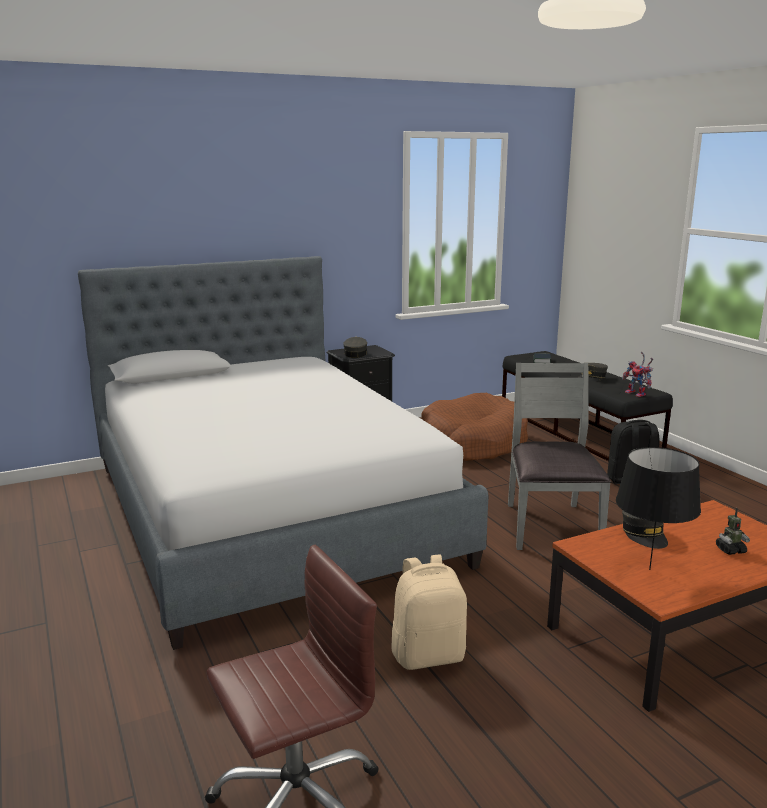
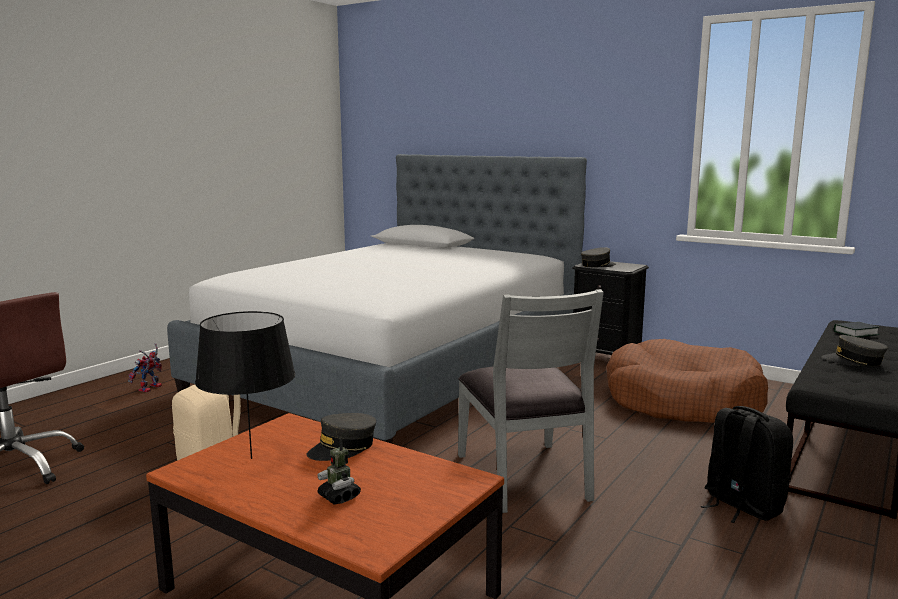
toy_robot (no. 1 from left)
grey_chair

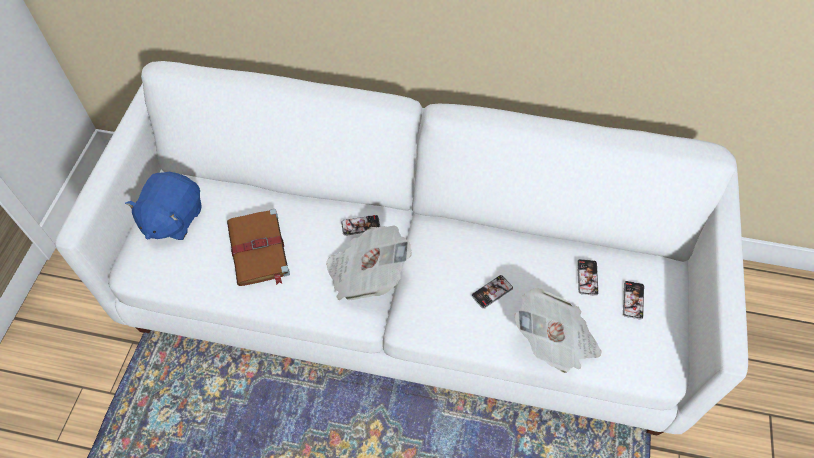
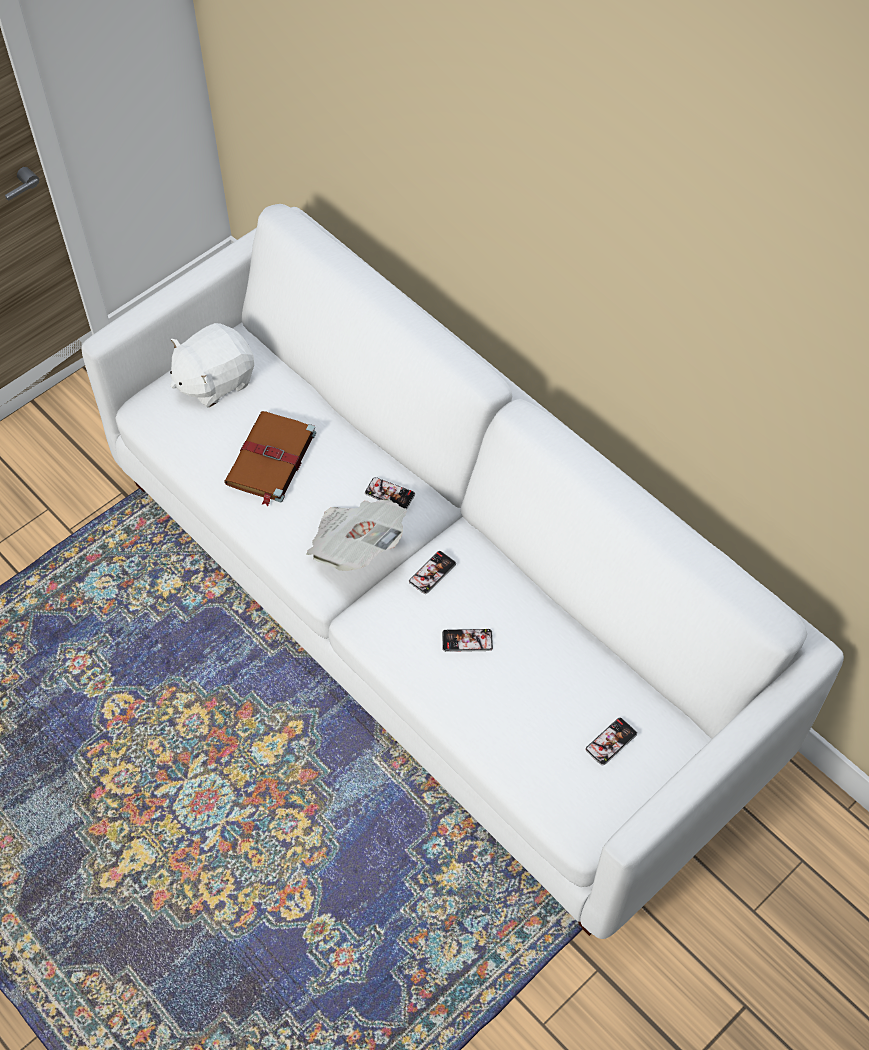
white_plush_toy
phone (no. 2 from left)
newspaper (no. 2 from left in the first image)

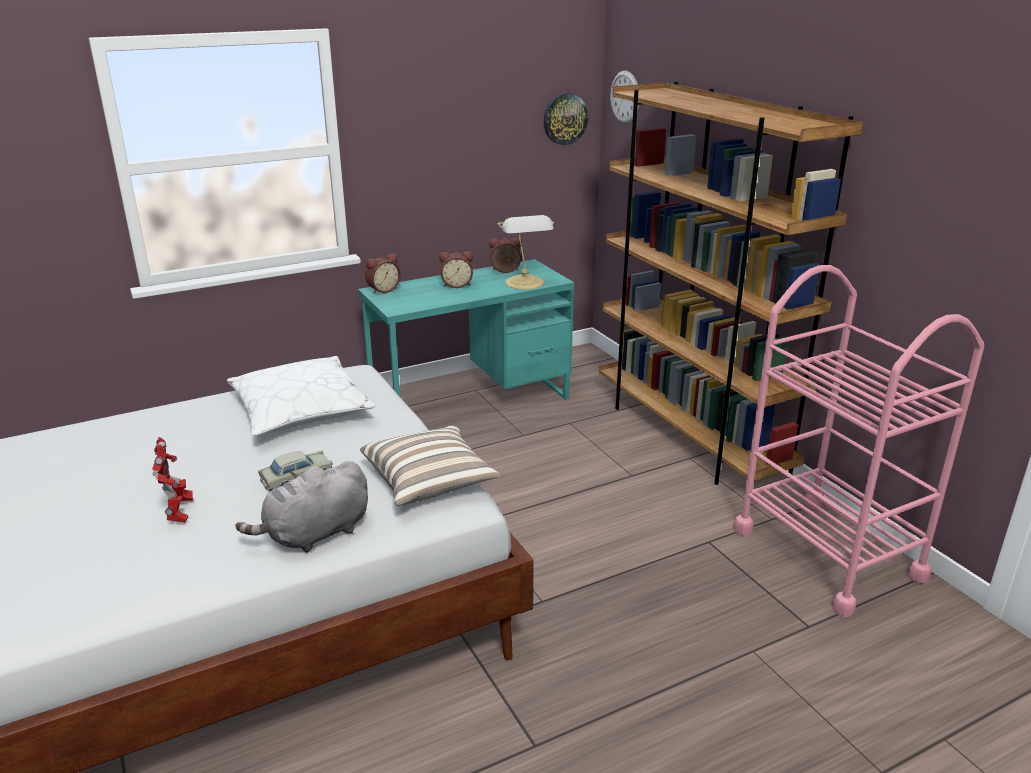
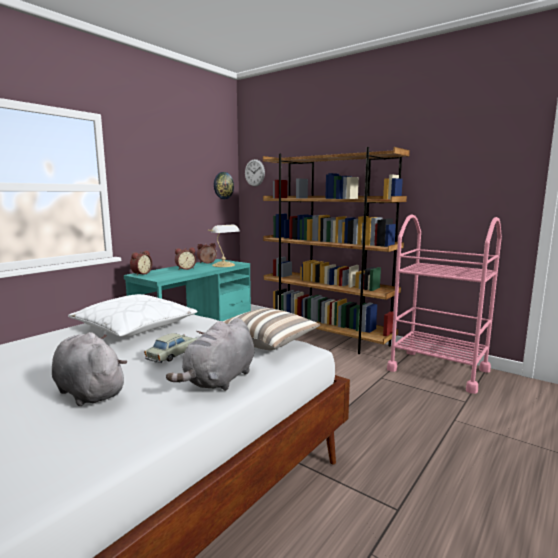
grey_plush_toy (no. 1 from left)

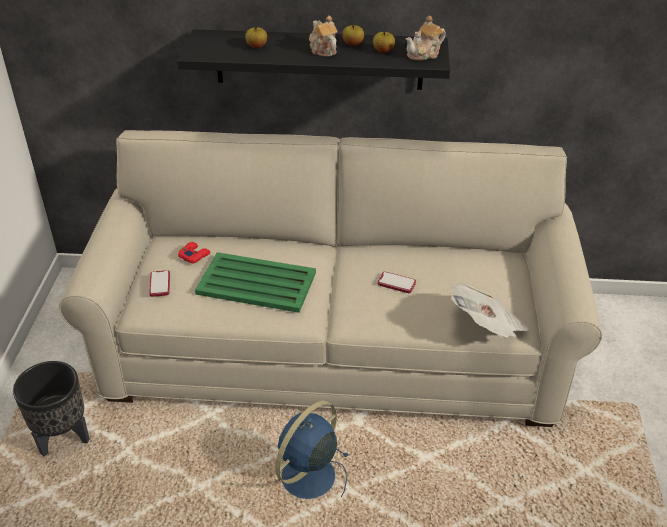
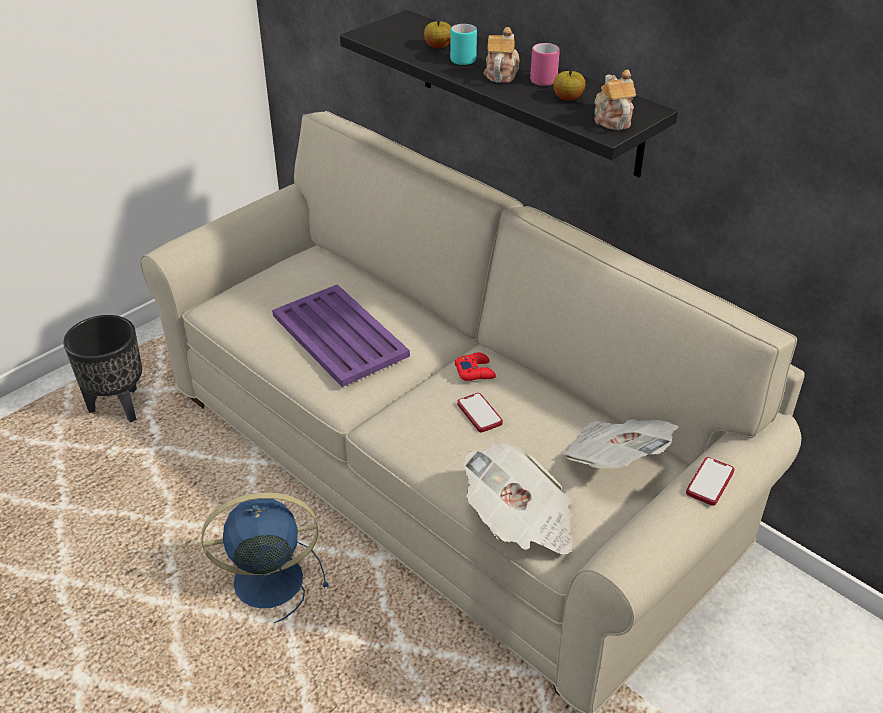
teapot (no. 2 from left)
pink_mug
red_game_controller
purple_tray
phone (no. 2 from left)
turquoise_mug
newspaper (no. 2 from left)

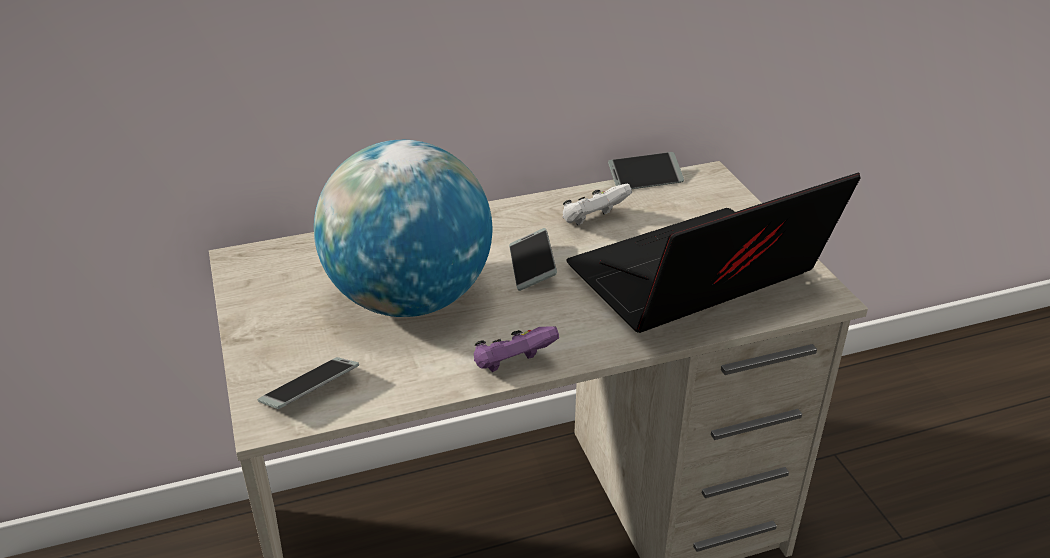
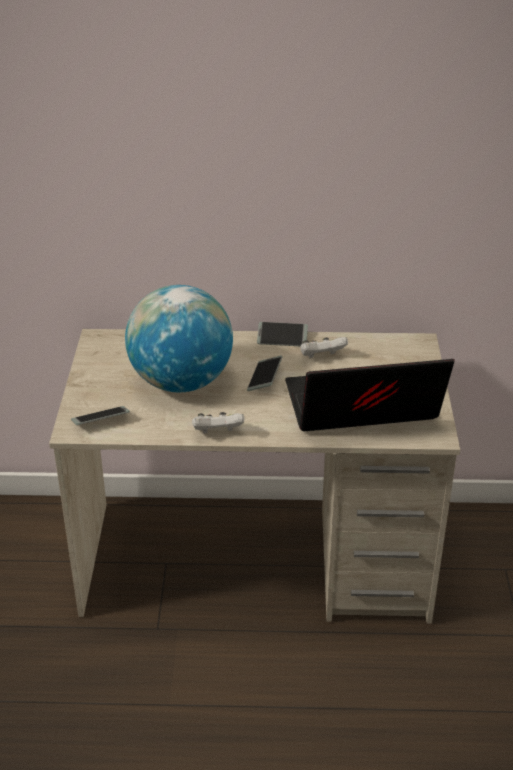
phone (no. 3 from left)
white_game_controller (no. 1 from left)

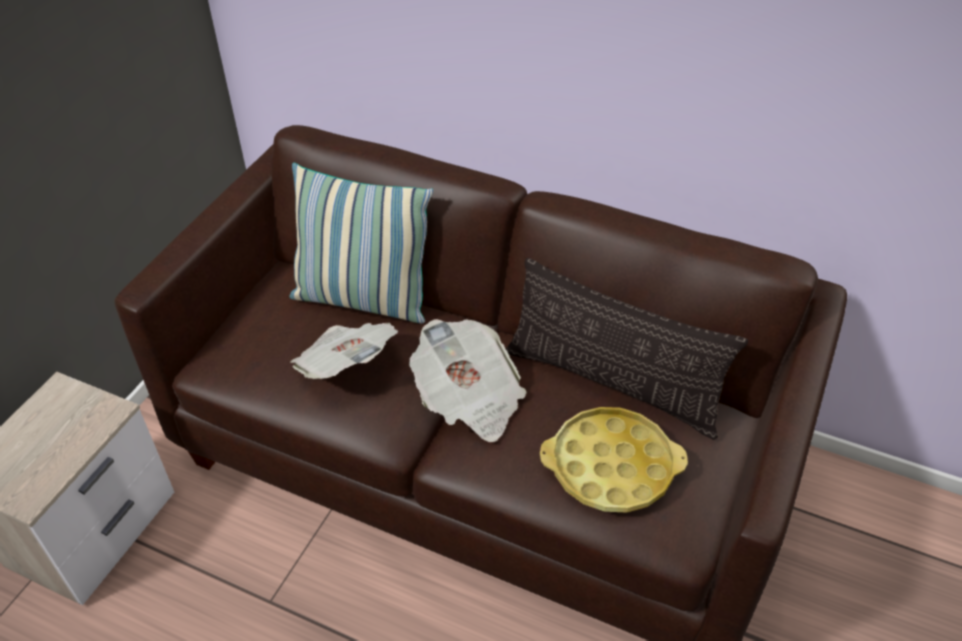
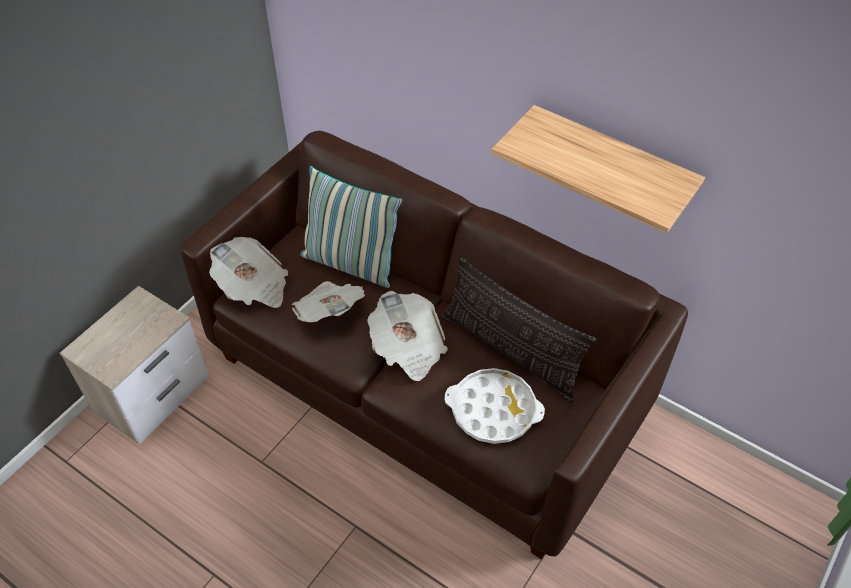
white_tray
shelf
newspaper (no. 1 from left)

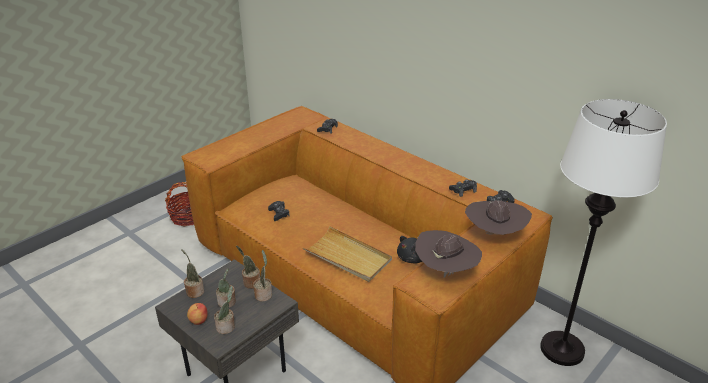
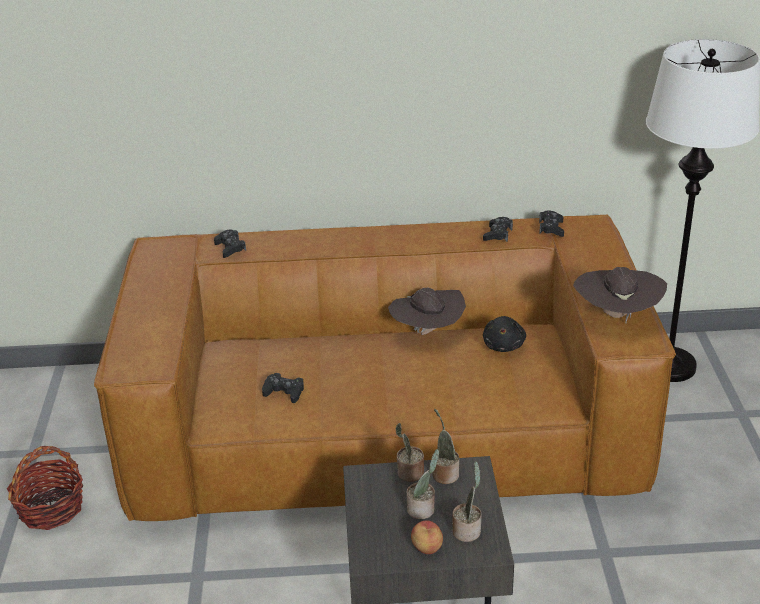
brown_hat (no. 1 from left)
beige_tray
potted_plant (no. 1 from left in the first image)

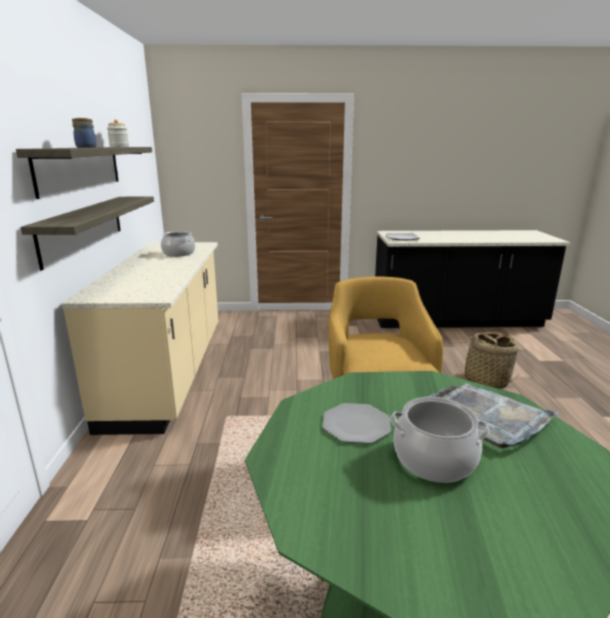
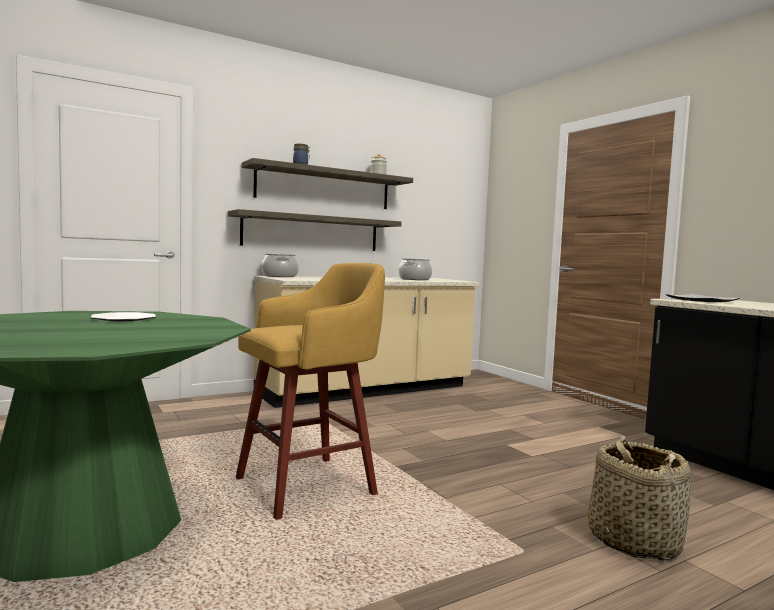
grey_tray
cooking_pot (no. 1 from left)

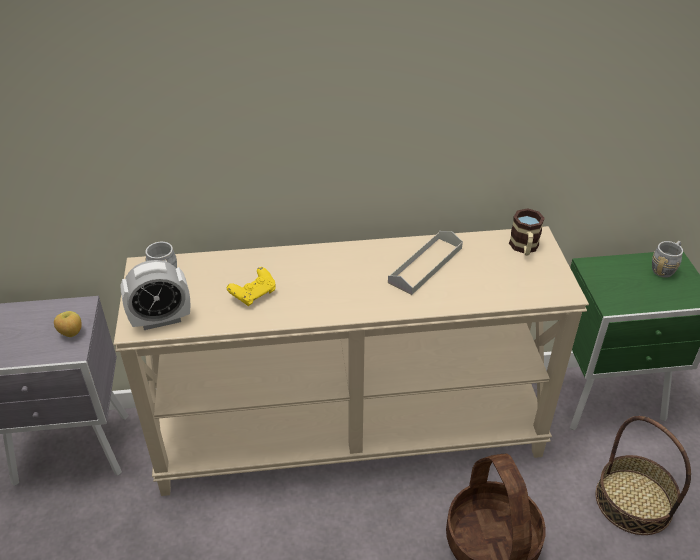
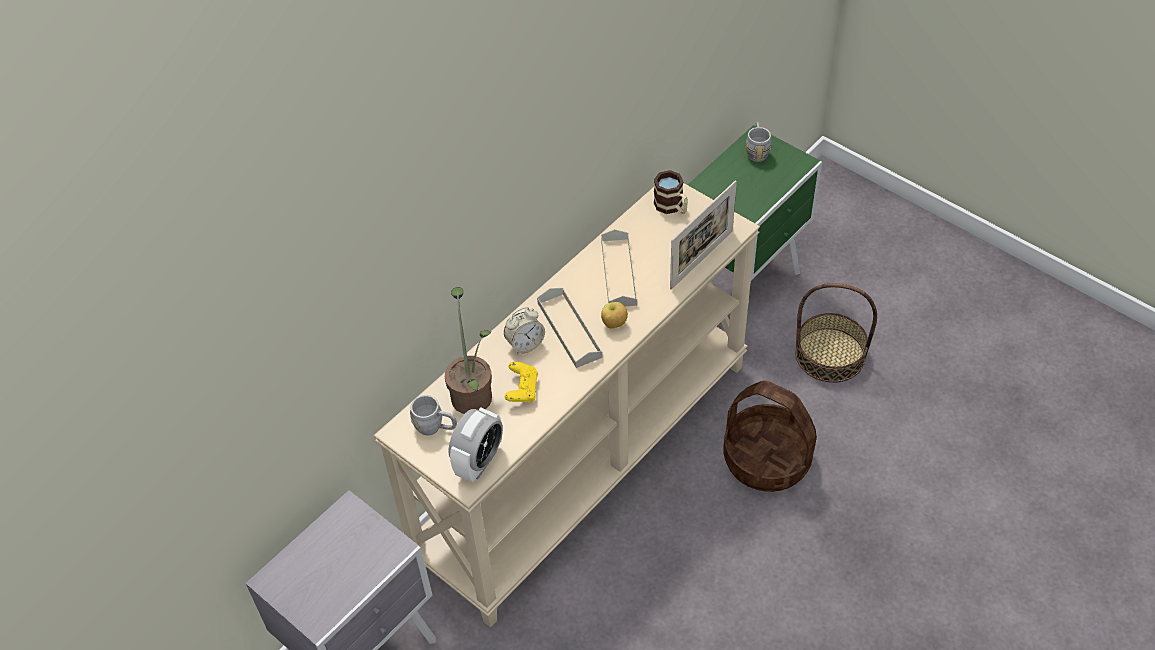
apple
picture_frame
potted_plant
grey_tray (no. 1 from left)
alarm_clock (no. 2 from left)

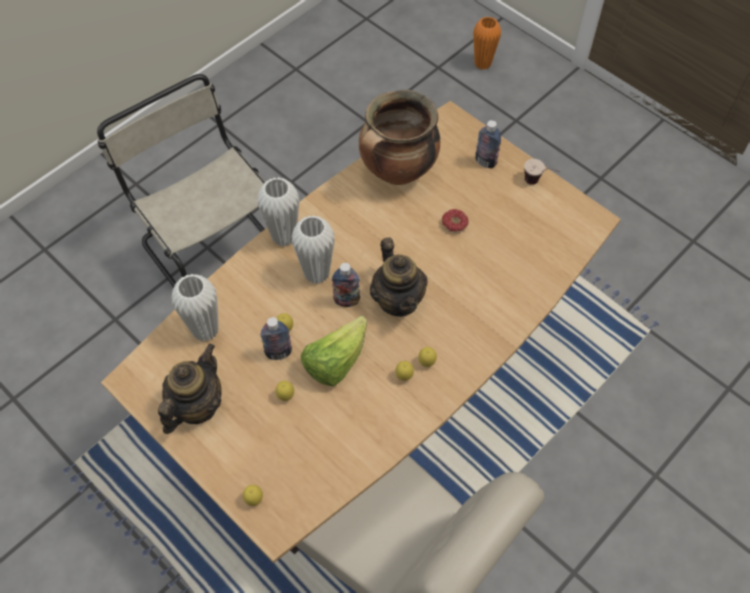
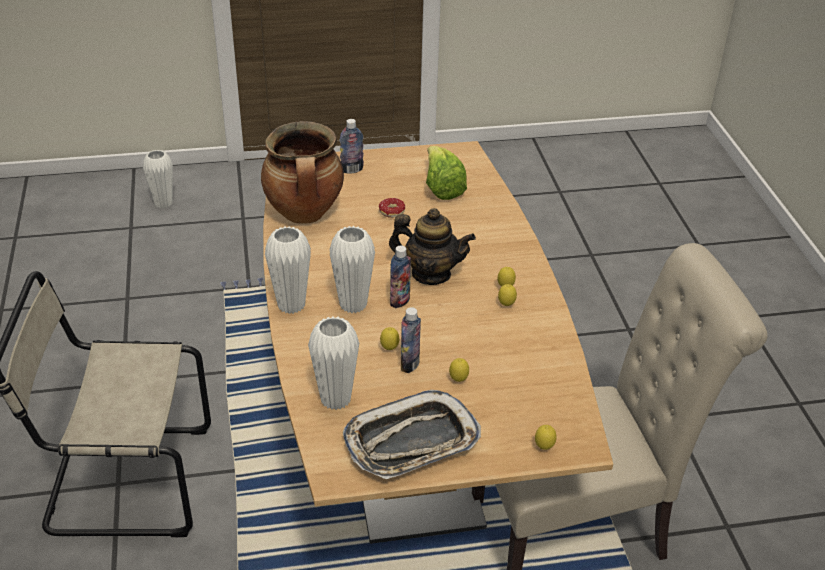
white_vase (no. 1 from left)
cup
lettuce
tray

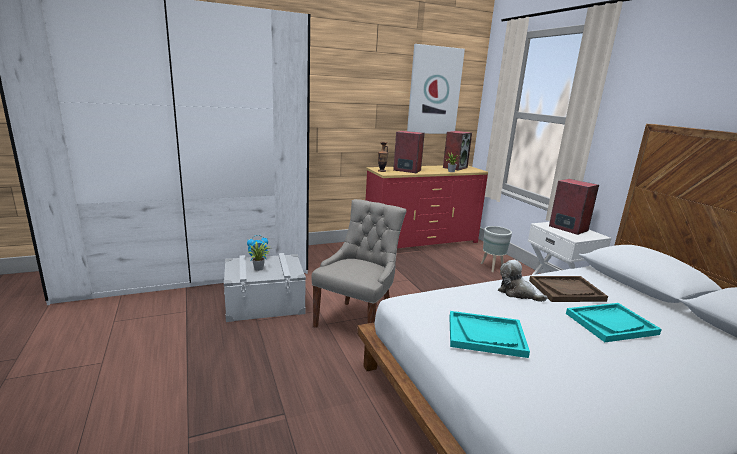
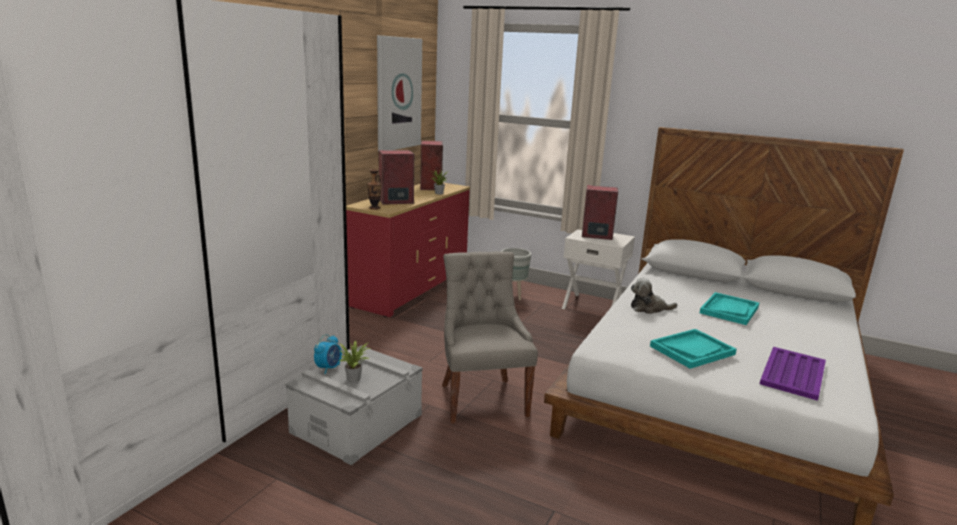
brown_tray
purple_tray

